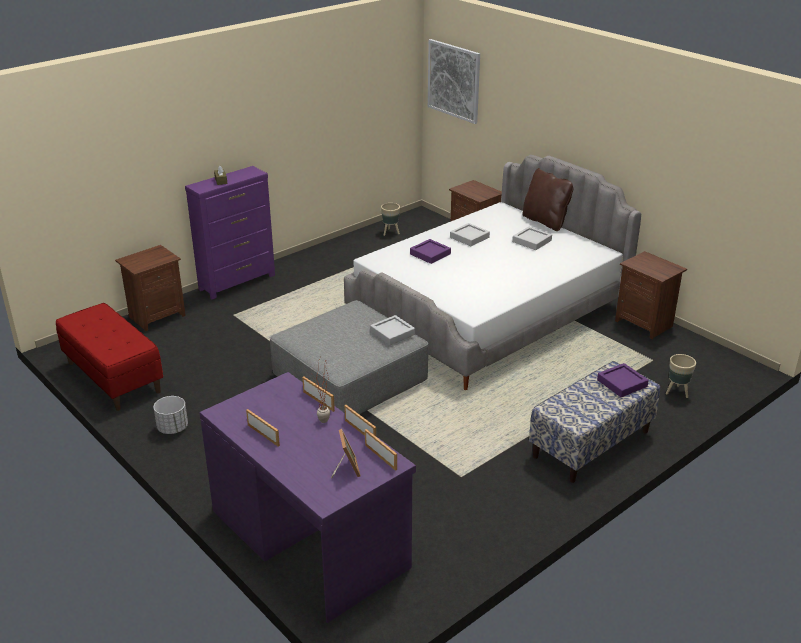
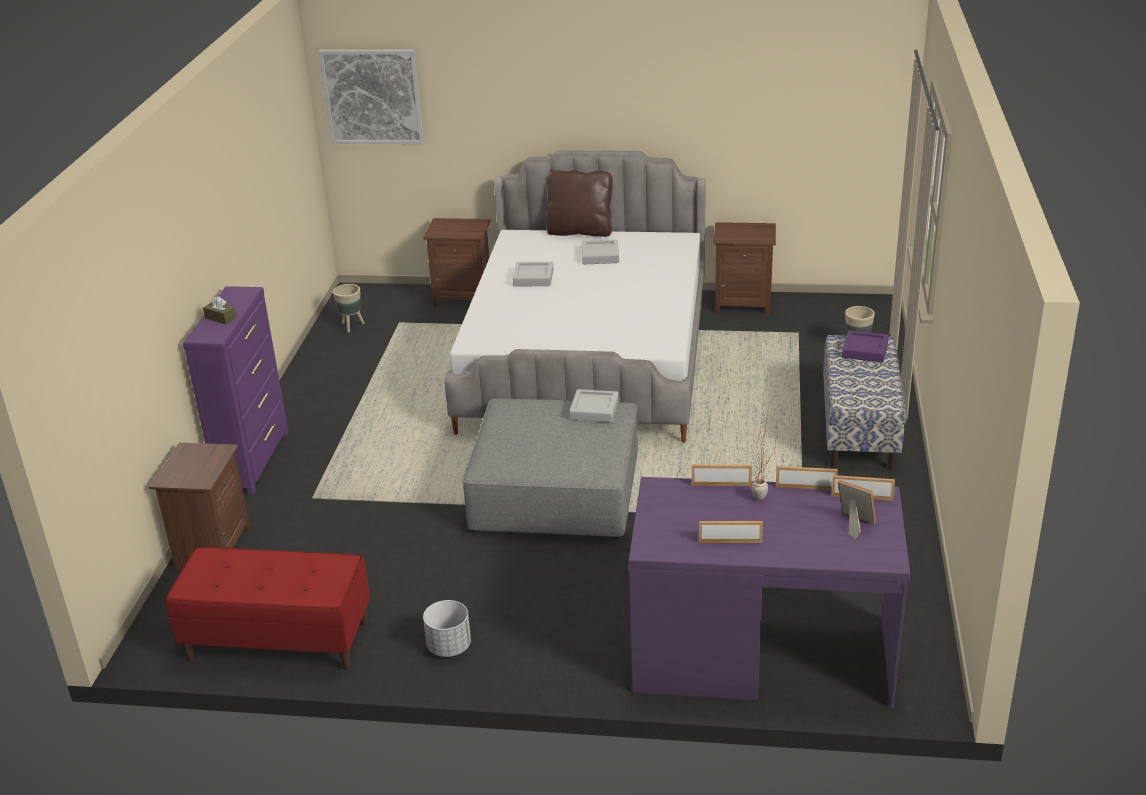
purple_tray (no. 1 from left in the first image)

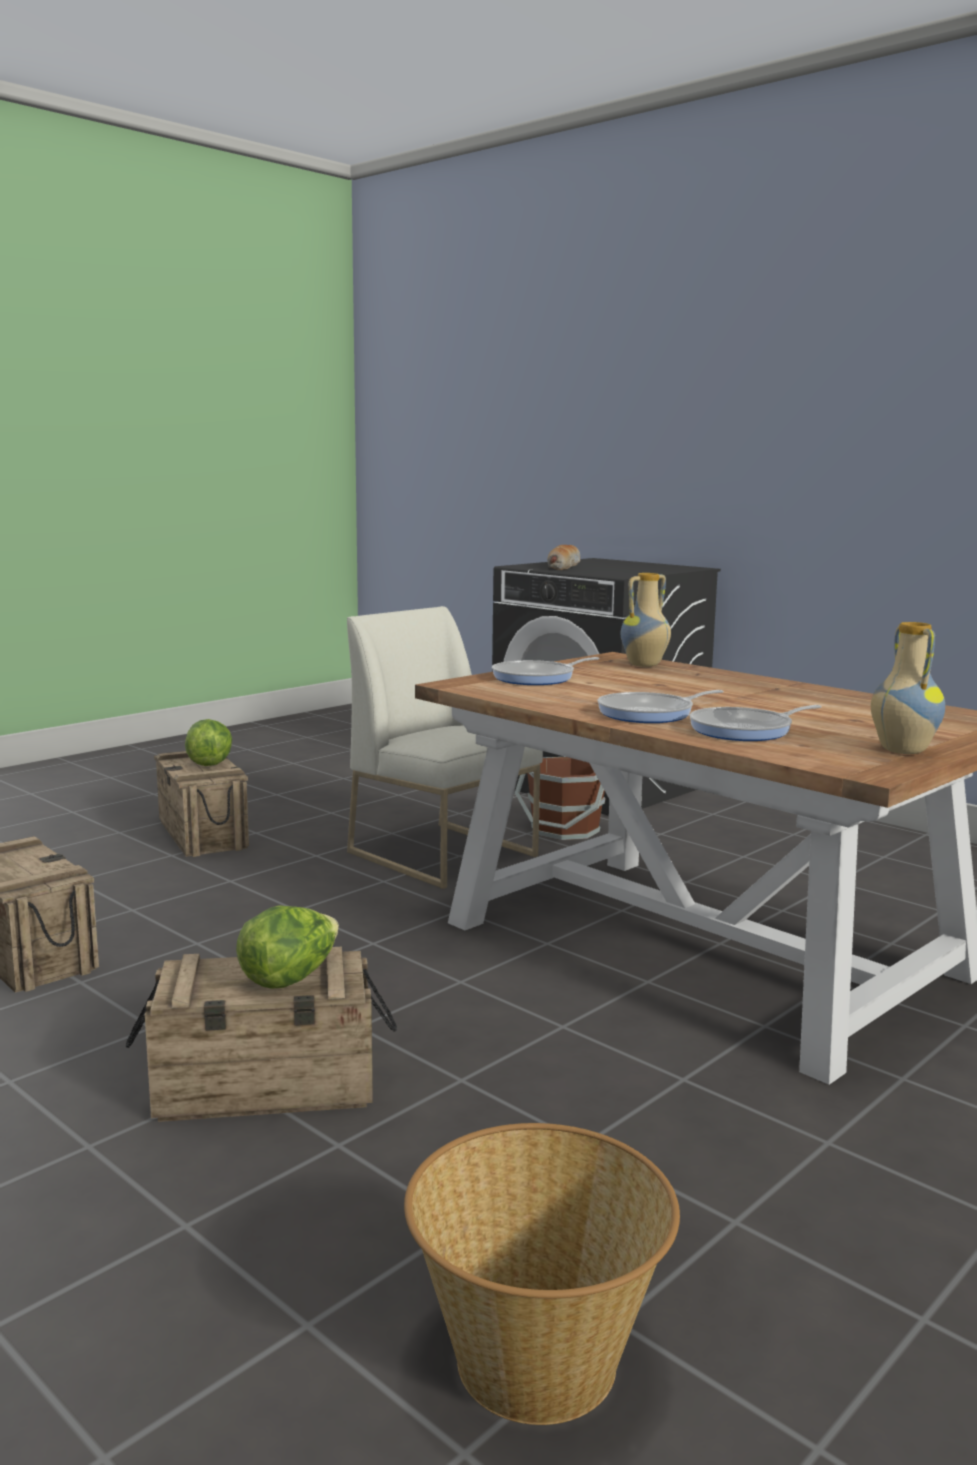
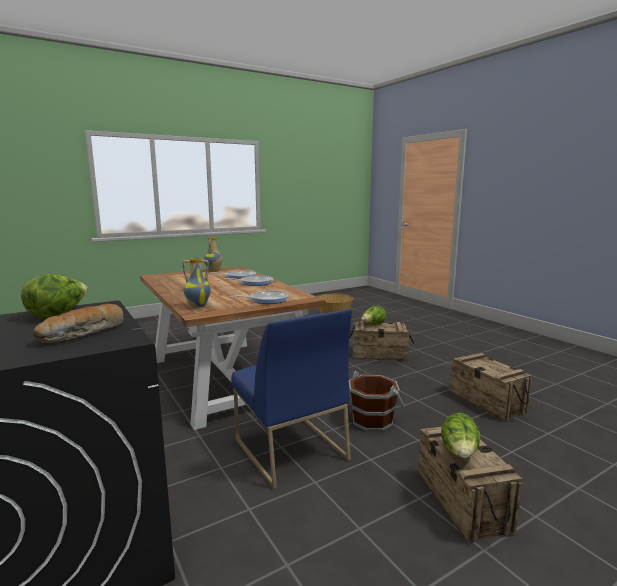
blue_chair
brown_bucket
lettuce (no. 1 from left)

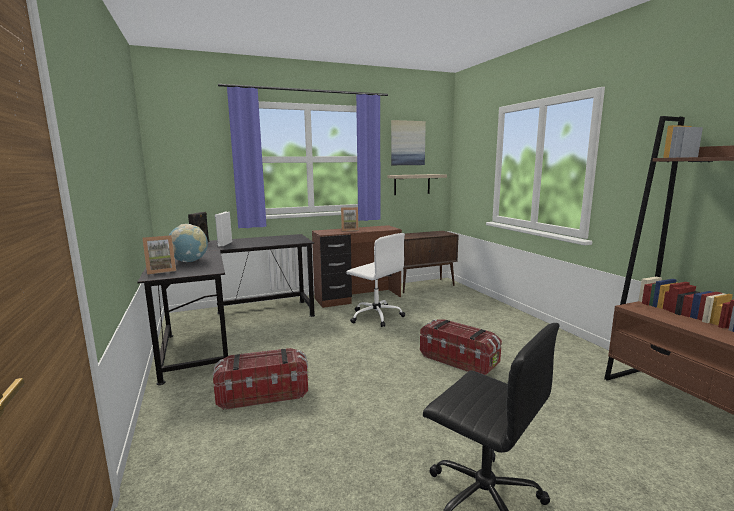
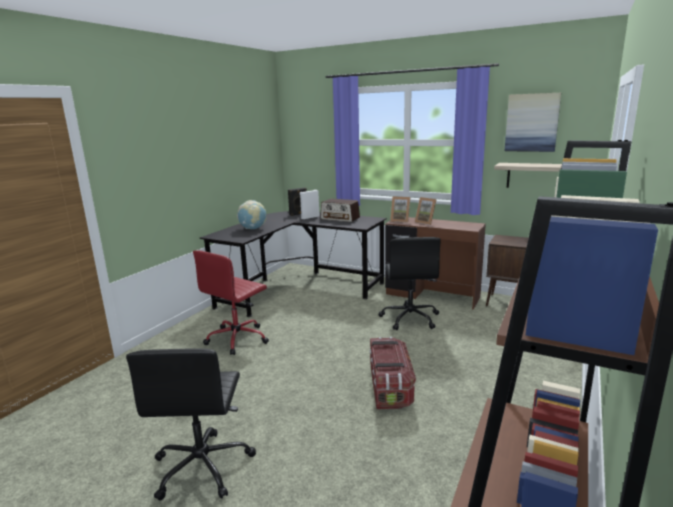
black_office_chair (no. 2 from left)
picture_frame (no. 1 from left)
red_office_chair
radio

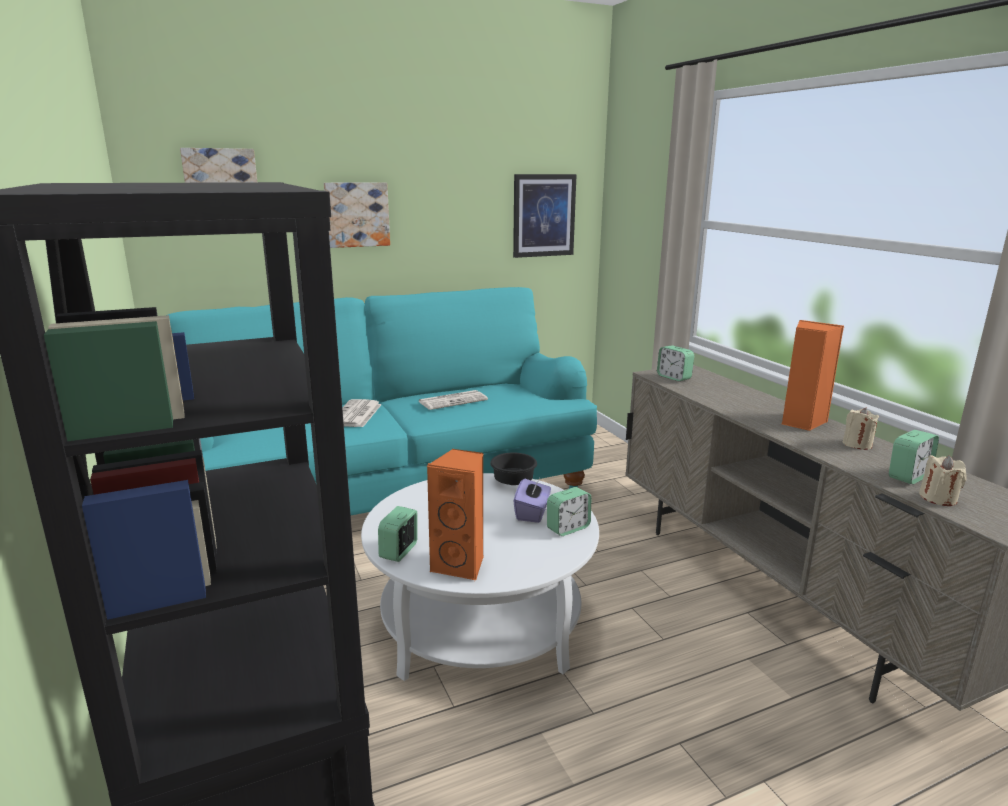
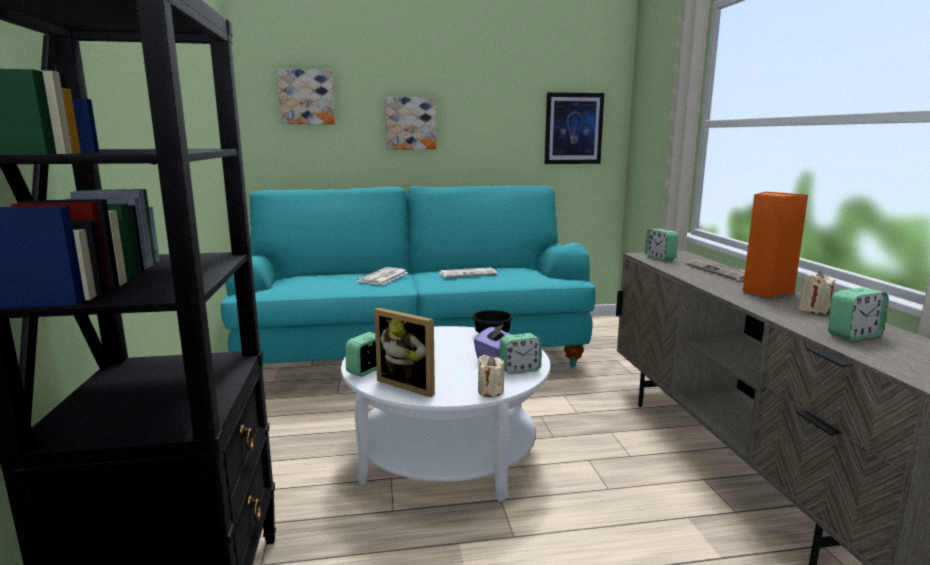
picture_frame
beige_candle (no. 1 from left)
newspaper (no. 3 from left)

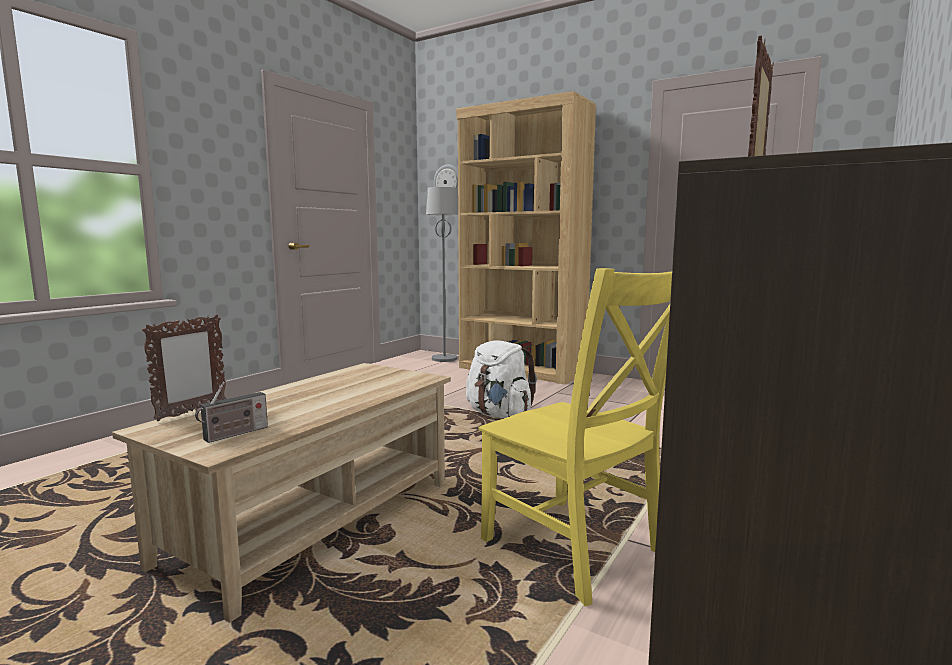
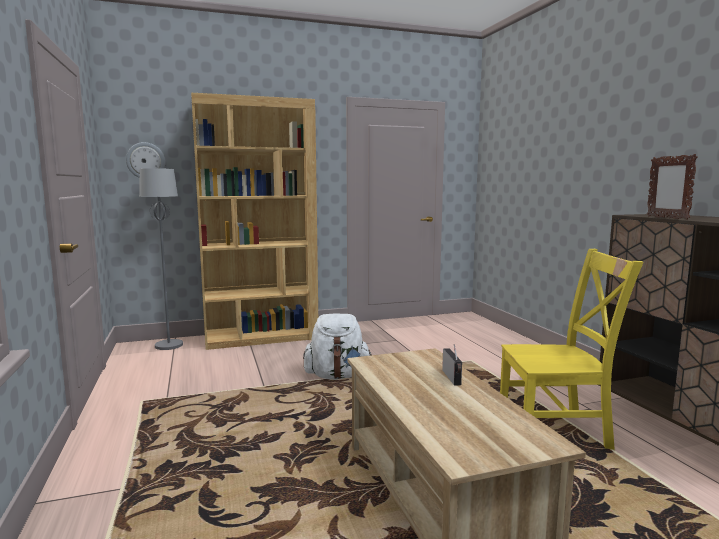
picture_frame (no. 1 from left in the first image)
radio

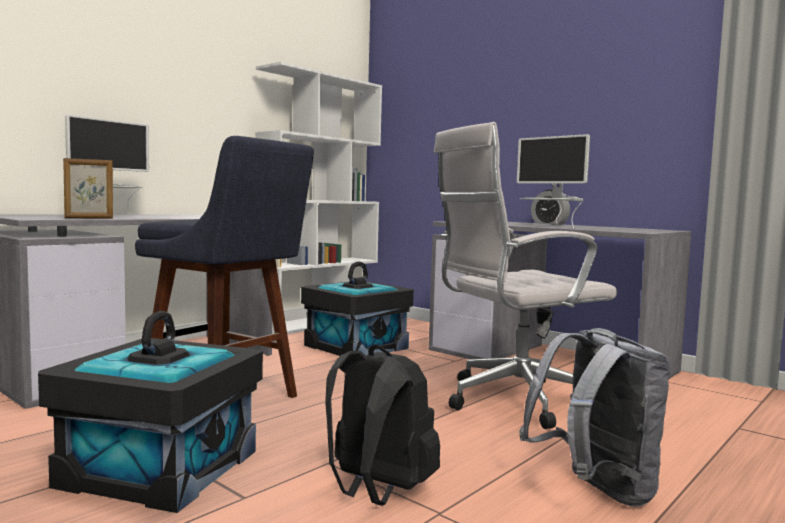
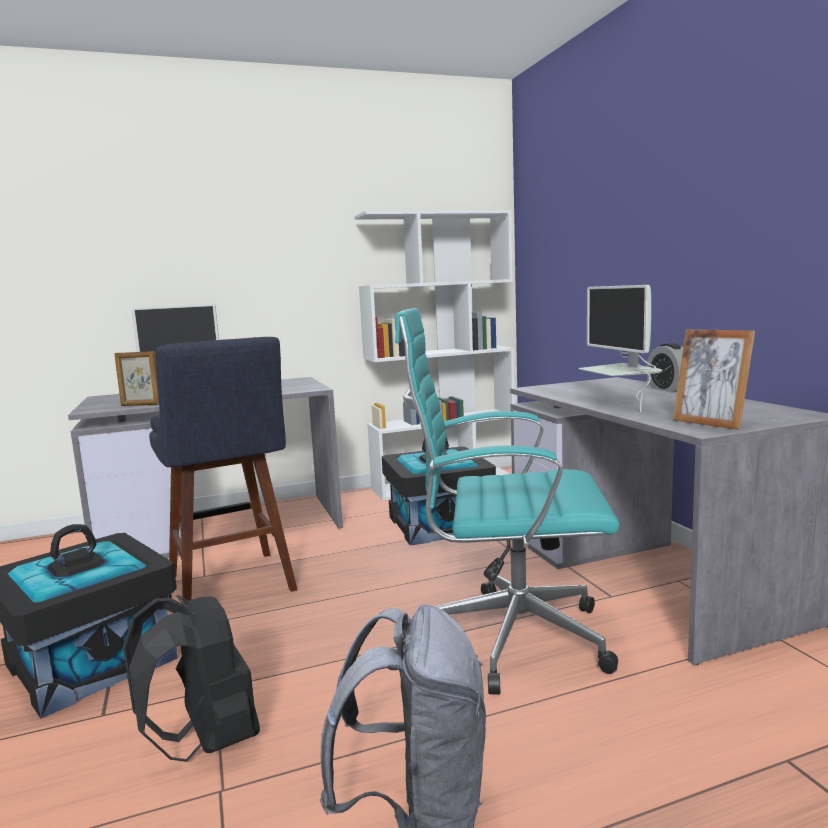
turquoise_office_chair
picture_frame (no. 2 from left)

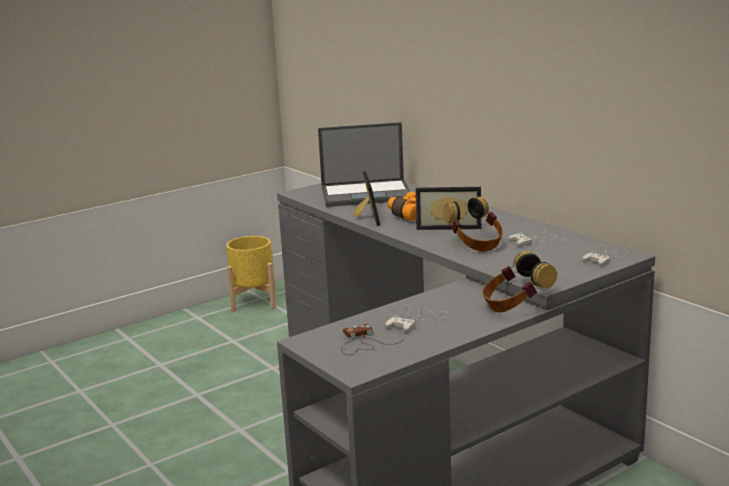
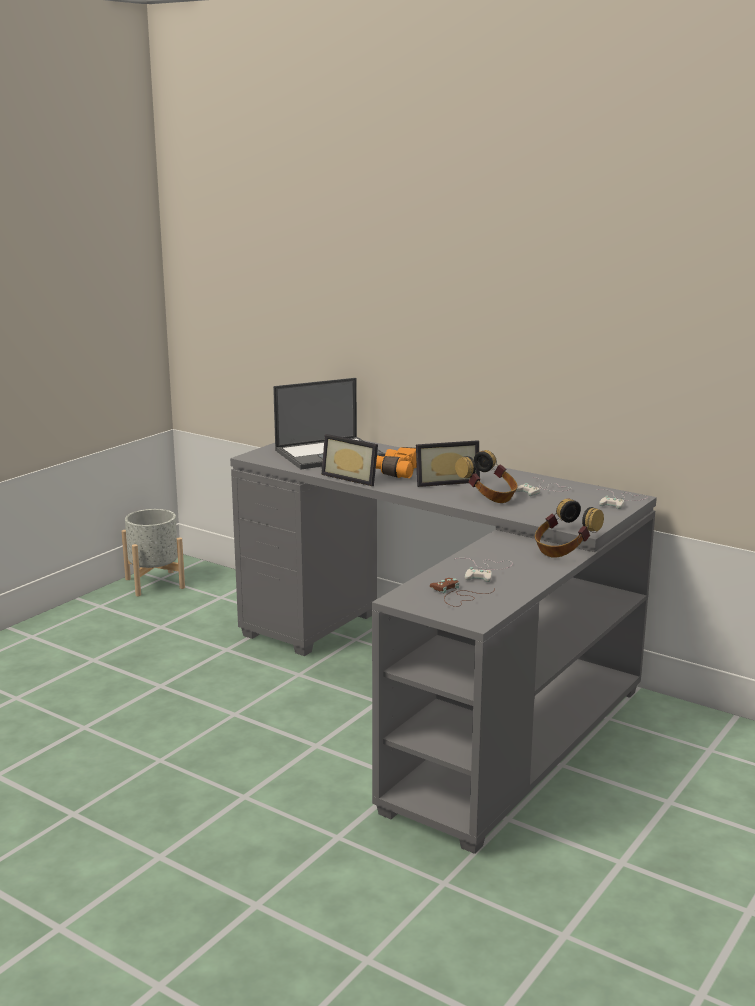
picture_frame (no. 1 from left)
grey_planter

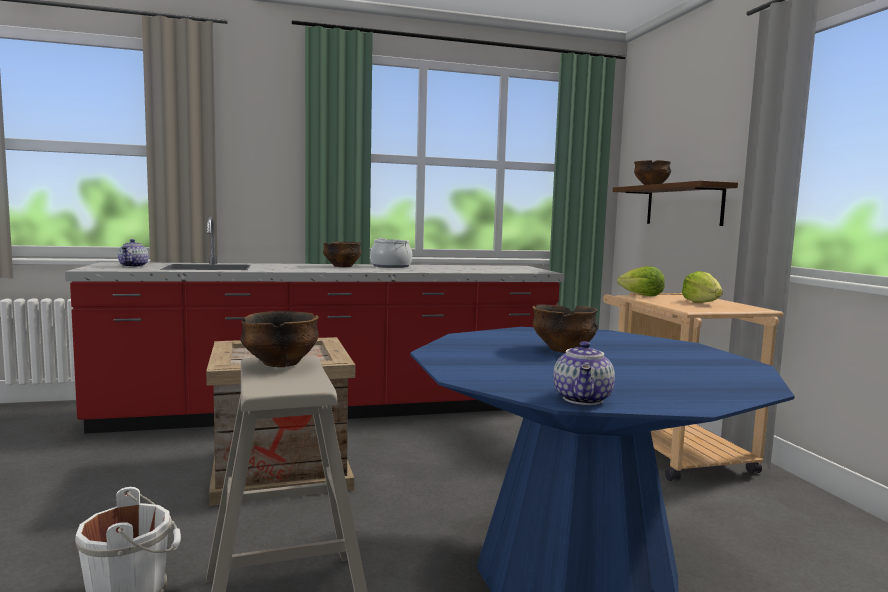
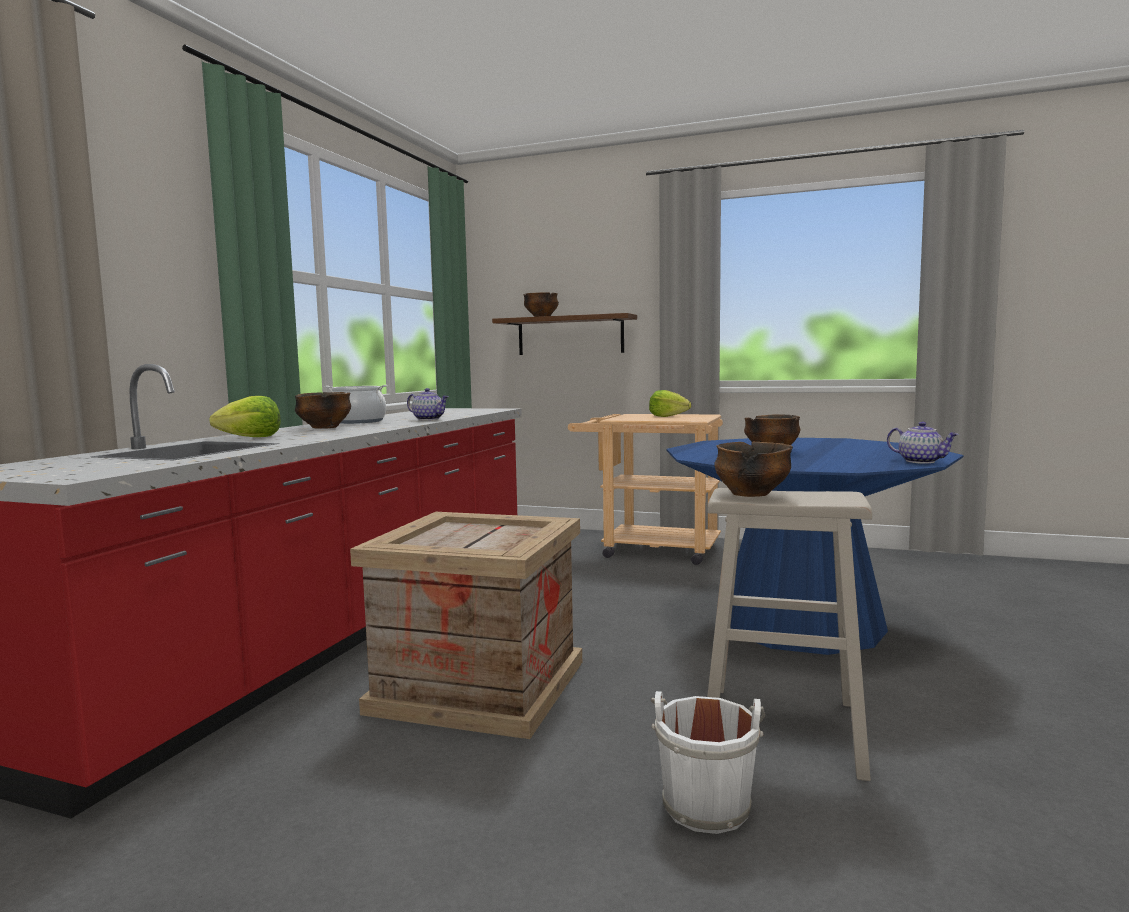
teapot (no. 1 from left)
lettuce (no. 1 from left)

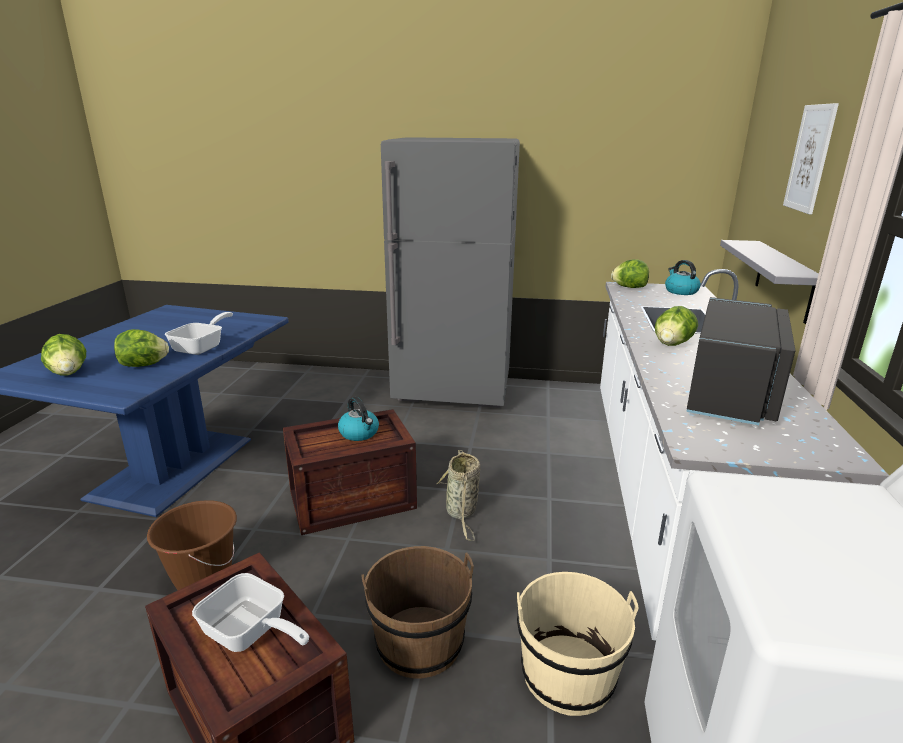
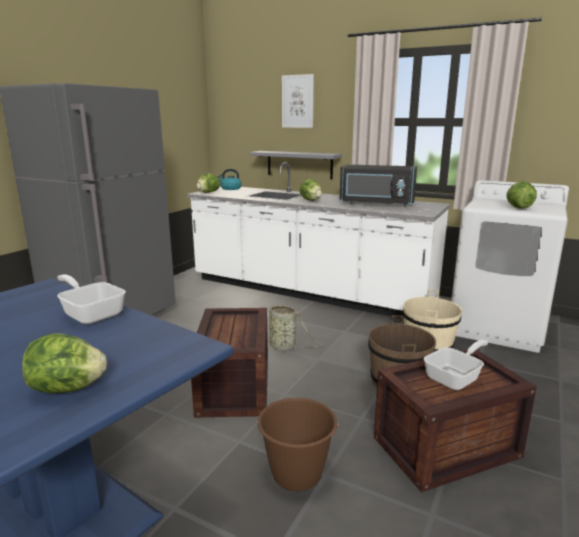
black_microwave
lettuce (no. 4 from left)
kettle (no. 1 from left in the first image)

